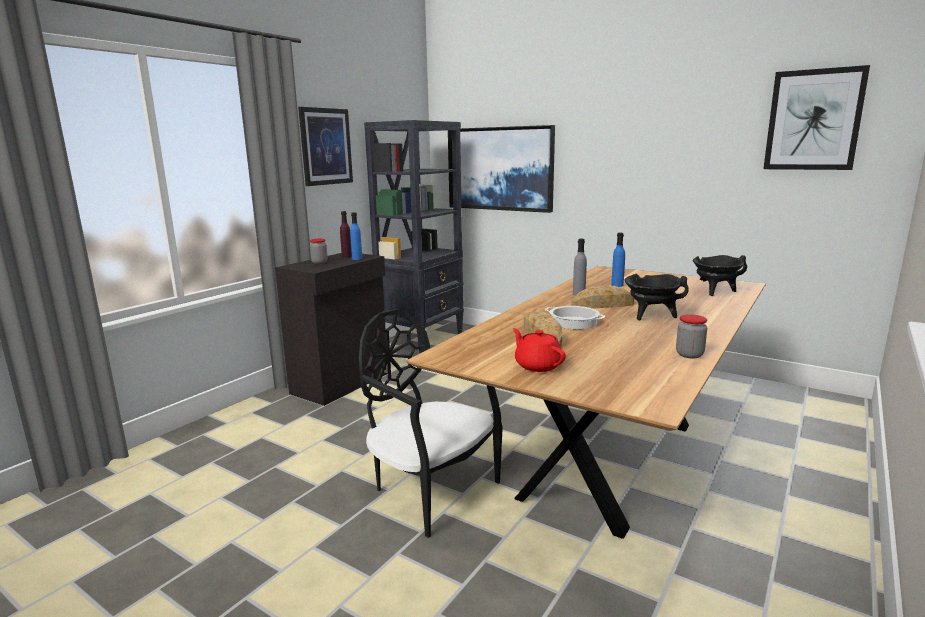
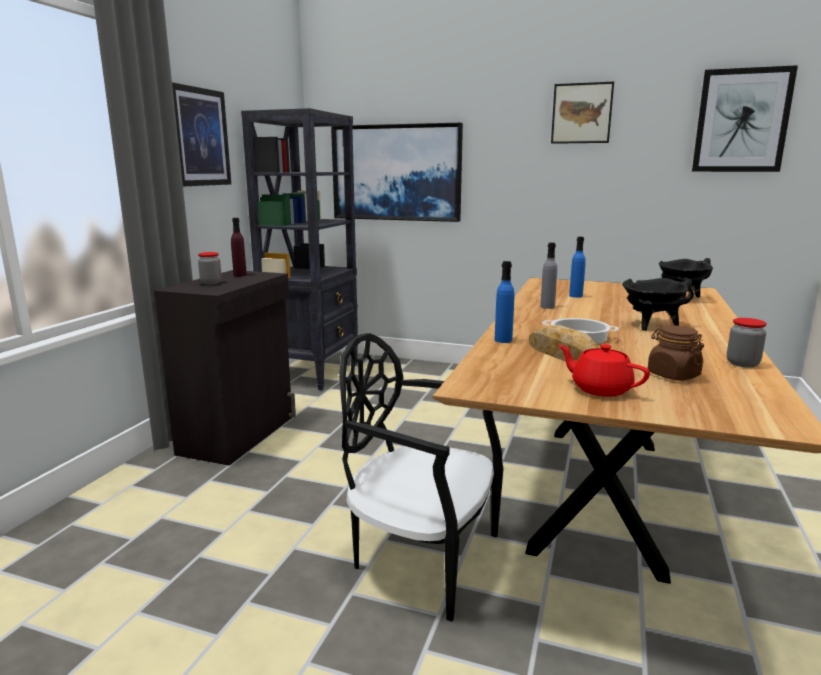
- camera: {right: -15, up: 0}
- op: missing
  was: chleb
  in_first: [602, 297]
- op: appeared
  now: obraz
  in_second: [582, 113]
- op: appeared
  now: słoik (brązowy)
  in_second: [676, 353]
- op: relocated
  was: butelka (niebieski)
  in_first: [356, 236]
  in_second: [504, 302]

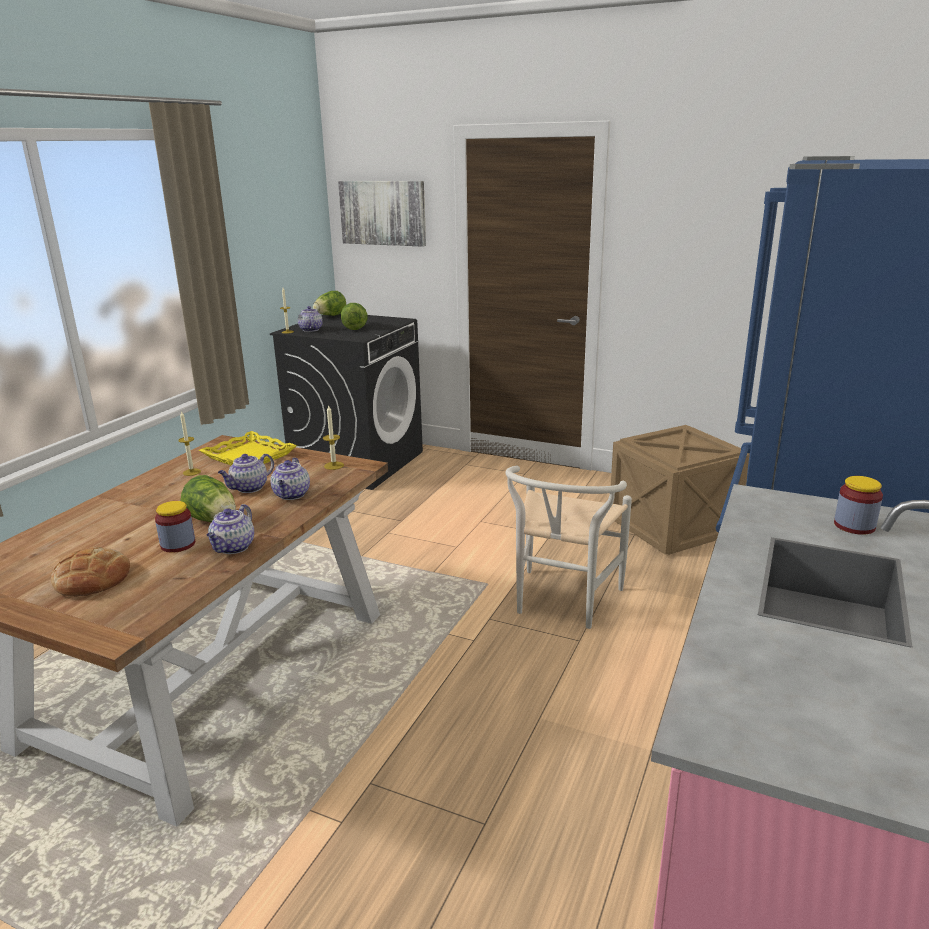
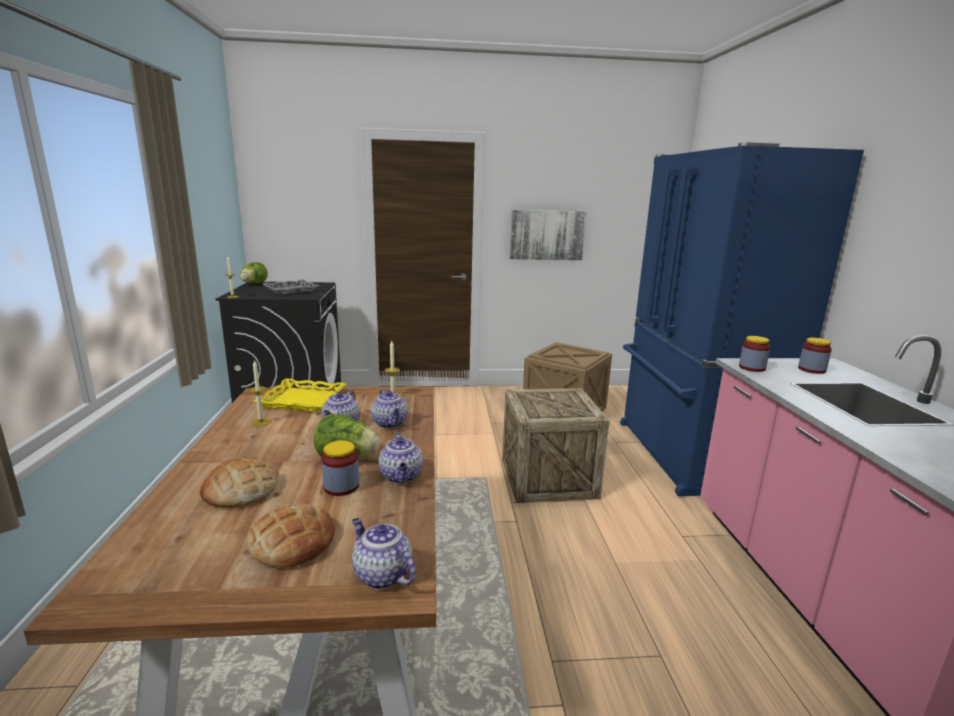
- camera: {right: -30, up: -5}
- op: appeared
  now: chleb
  in_second: [239, 482]
- op: appeared
  now: słoik
  in_second: [754, 354]
- op: relocated
  was: imbryk
  in_first: [310, 319]
  in_second: [384, 554]
- op: relocated
  was: obraz
  in_first: [382, 214]
  in_second: [548, 235]
- op: exchanged
  was: sałata
  now: taca (szary)
  in_first: [354, 316]
  in_second: [291, 287]
- op: exchanged
  was: krzesło (biały)
  now: skrzynka
  in_first: [568, 547]
  in_second: [555, 445]

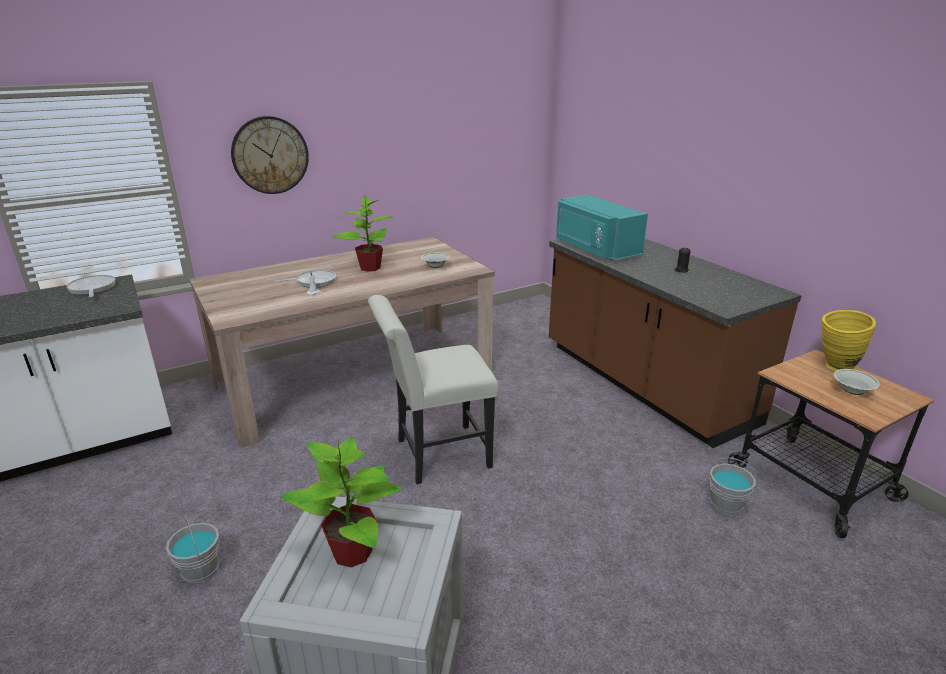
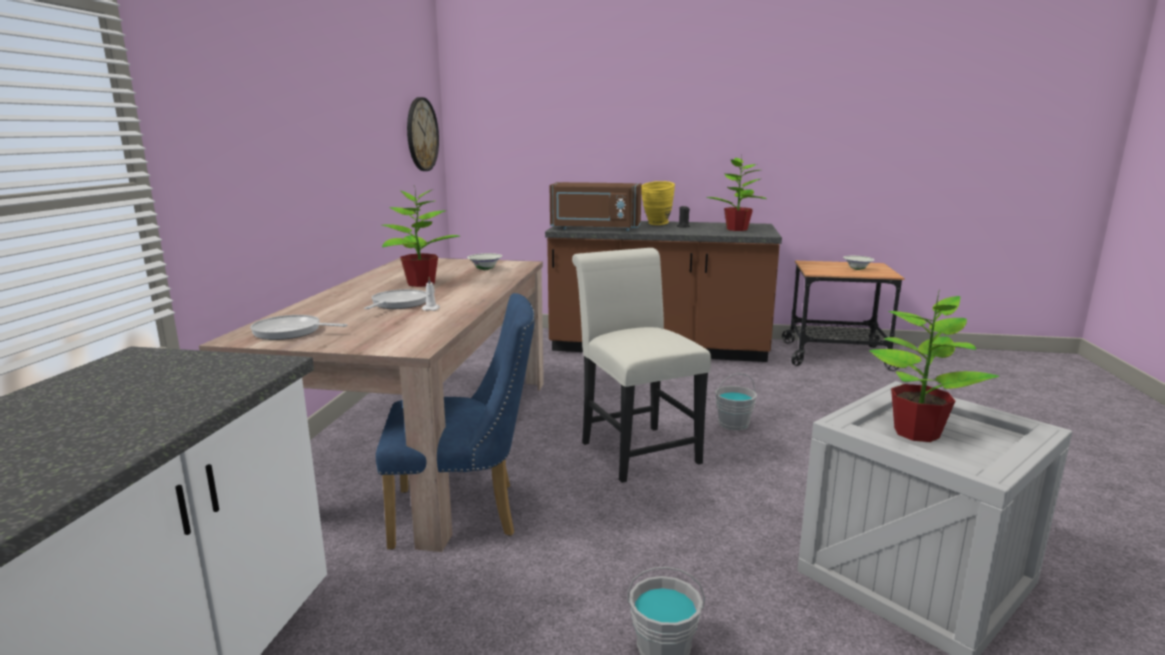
- camera: {right: -50, up: -10}
- op: appeared
  now: krzesło (niebieski)
  in_second: [455, 421]
- op: appeared
  now: roślina doniczkowa
  in_second: [736, 194]
- op: relocated
  was: patelnia
  in_first: [90, 286]
  in_second: [298, 327]
- op: relocated
  was: zegar ścienny
  in_first: [270, 155]
  in_second: [423, 134]
- op: relocated
  was: wiadro (szary)
  in_first: [733, 486]
  in_second: [736, 402]
- op: relocated
  was: wazon (żółty)
  in_first: [849, 340]
  in_second: [658, 203]
- op: colour
  was: mikrofalówka (turkusowy)
  now: mikrofalówka (brązowy)
  in_first: [602, 228]
  in_second: [596, 206]
- op: spun
  was: krzesło (biały)
  in_first: [433, 389]
  in_second: [641, 365]
  clockwise: 135

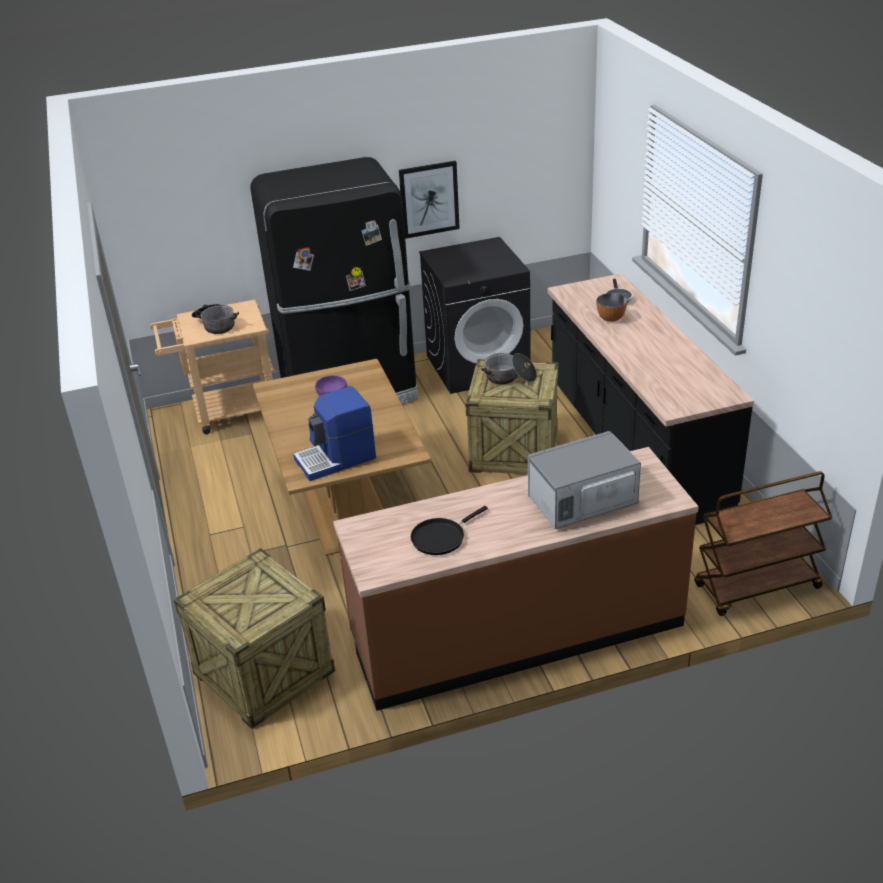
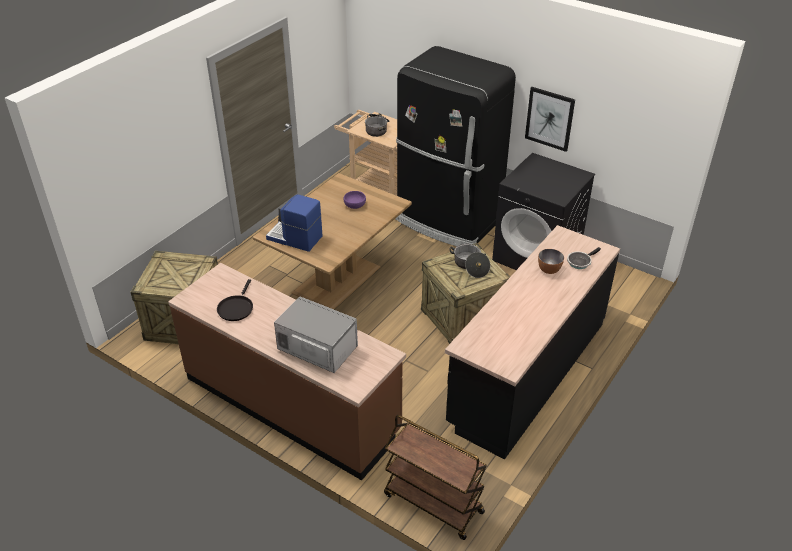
- camera: {right: 50, up: 5}
- op: spun
  was: patelnia (czarny)
  in_first: [449, 530]
  in_second: [235, 300]
  clockwise: -90

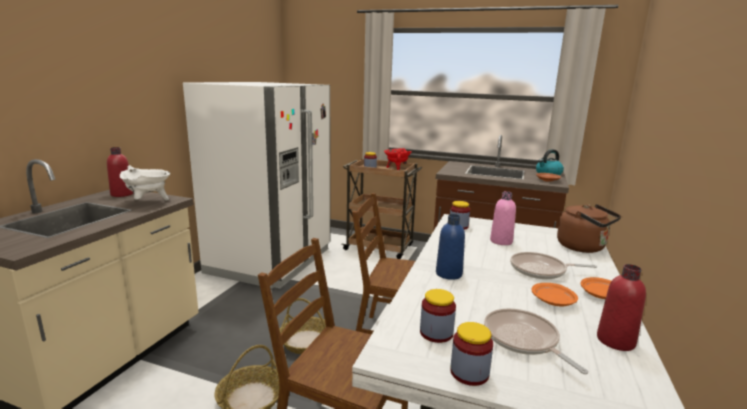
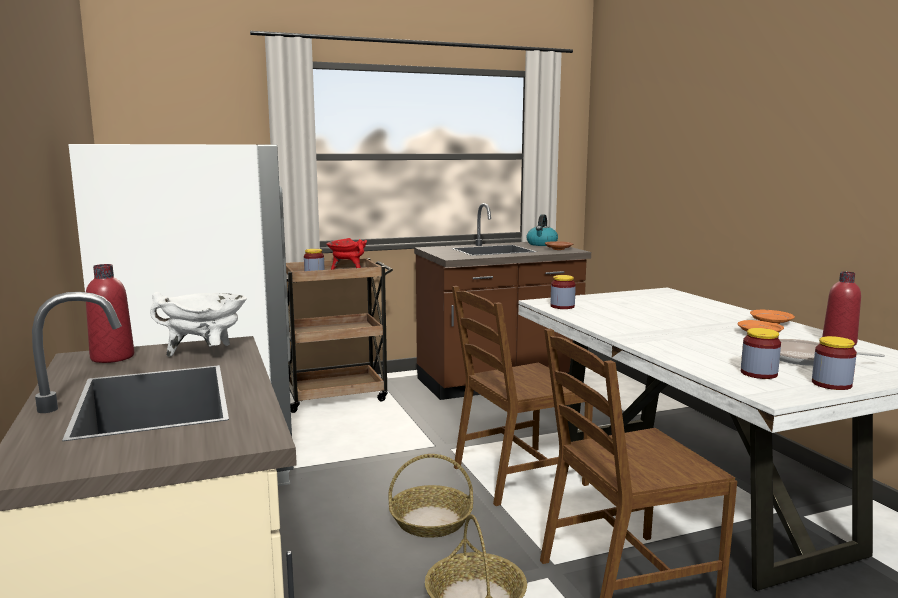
- camera: {right: -40, up: -5}
- op: missing
  was: butelka (niebieski)
  in_first: [450, 247]
- op: missing
  was: butelka (różowy)
  in_first: [503, 218]
- op: missing
  was: patelnia
  in_first: [553, 265]
- op: missing
  was: czajnik (brązowy)
  in_first: [589, 228]

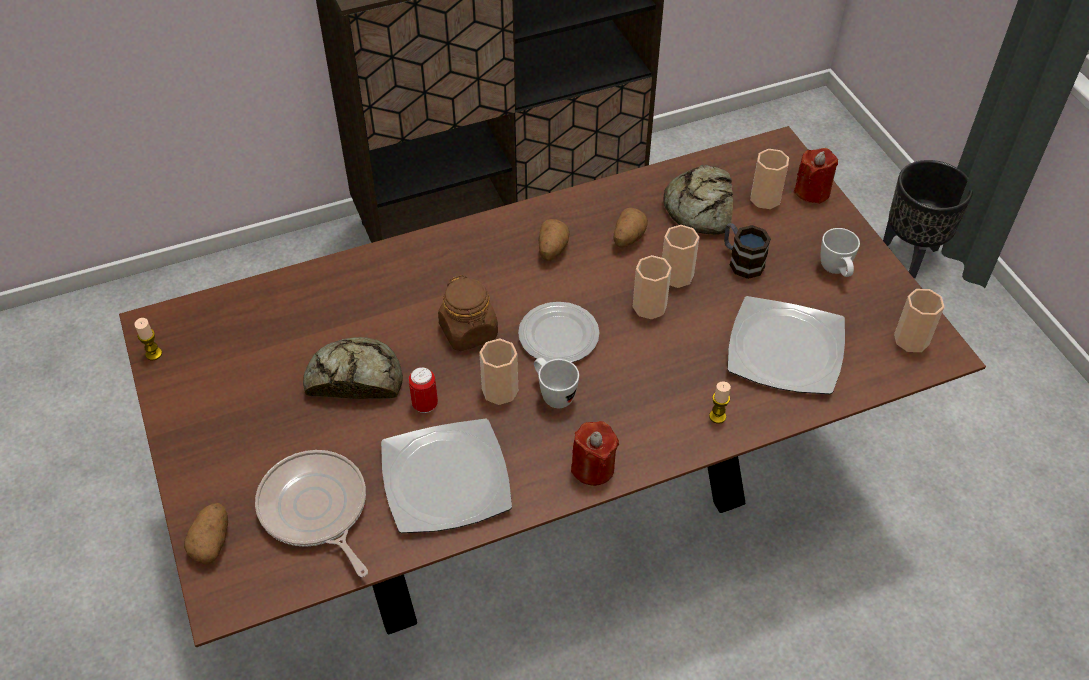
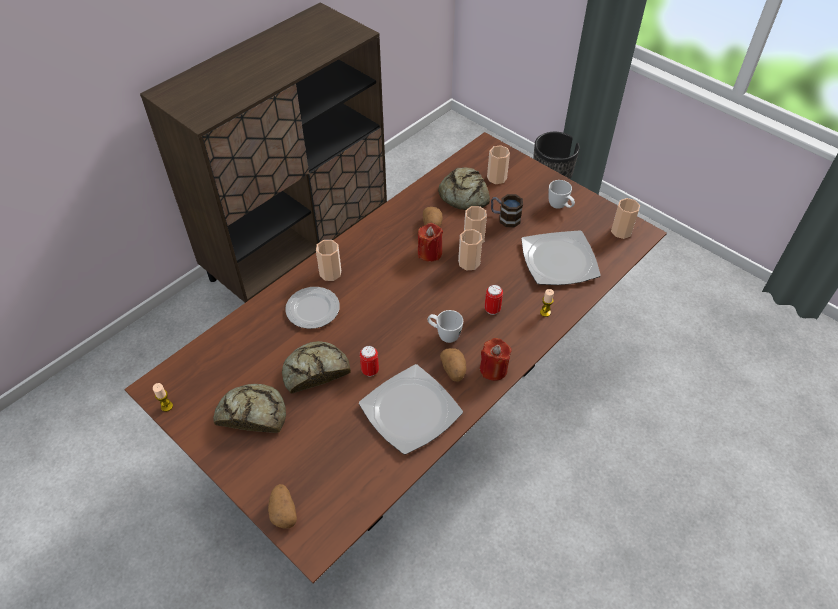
- camera: {right: -25, up: 0}
- op: missing
  was: patelnia
  in_first: [311, 513]
- op: missing
  was: słoik (brązowy)
  in_first: [468, 313]
- op: appeared
  now: chleb
  in_second: [249, 408]
- op: appeared
  now: puszka
  in_second: [493, 300]
- op: relocated
  was: filiżanka
  in_first: [498, 372]
  in_second: [328, 260]
- op: relocated
  was: talerz
  in_first: [559, 332]
  in_second: [312, 308]
- op: relocated
  was: ziemniak
  in_first: [554, 240]
  in_second: [453, 365]
- op: relocated
  was: świeca (czerwony)
  in_first: [816, 176]
  in_second: [430, 242]

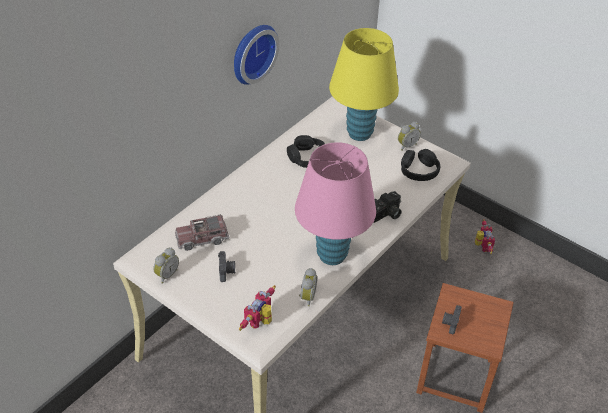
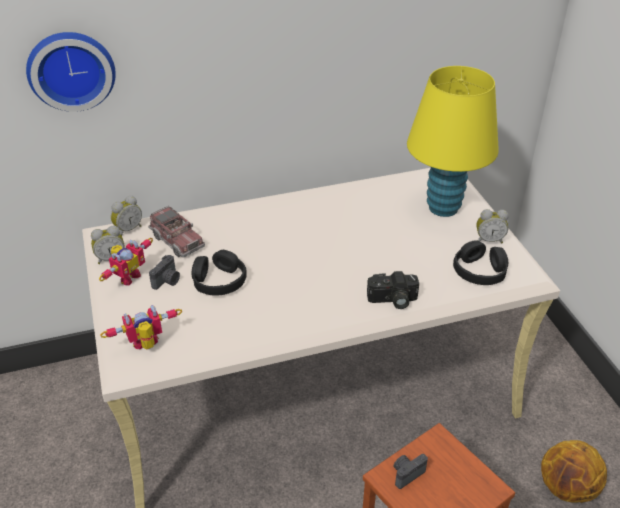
- camera: {right: 35, up: -5}
- op: missing
  was: lampa stołowa (różowy)
  in_first: [335, 203]
- op: appeared
  now: piłka do koszykówki
  in_second: [574, 471]
- op: relocated
  was: zegar ścienny
  in_first: [256, 55]
  in_second: [71, 72]
- op: relocated
  was: słuchawki (czarny)
  in_first: [306, 151]
  in_second: [219, 273]
- op: relocated
  was: budzik
  in_first: [308, 287]
  in_second: [126, 216]
- op: relocated
  was: robot zabawkowy
  in_first: [485, 236]
  in_second: [126, 261]
- op: spun
  was: ciężarówka zabawkowa
  in_first: [202, 232]
  in_second: [176, 231]
  clockwise: -150

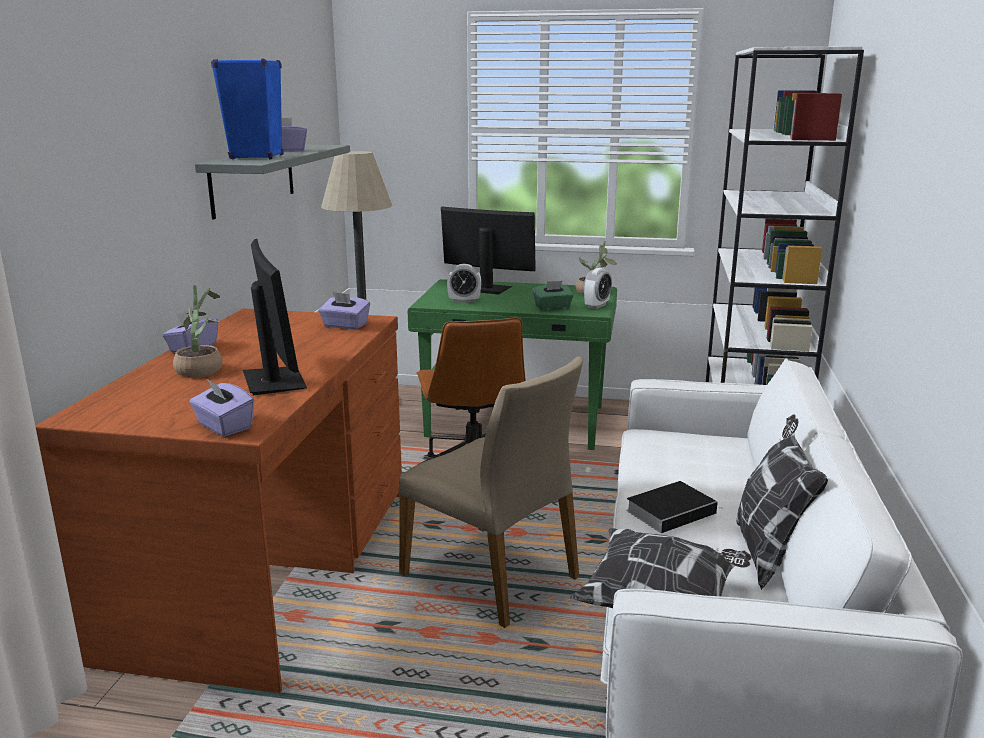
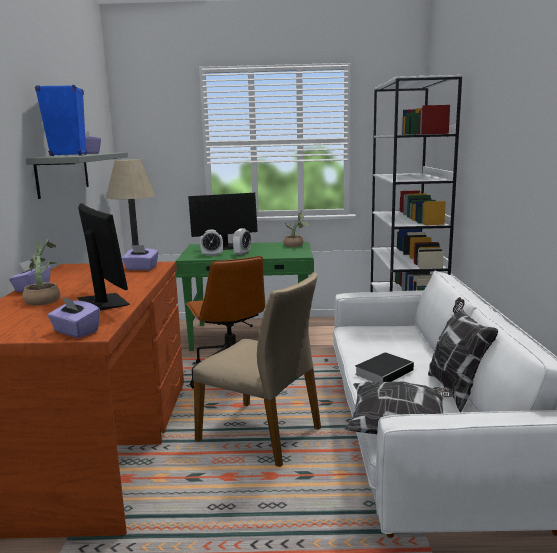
- camera: {right: -10, up: -5}
- op: missing
  was: pudełko chusteczek (zielony)
  in_first: [553, 296]
- op: relocated
  was: budzik
  in_first: [598, 288]
  in_second: [241, 241]
- op: spun
  was: monitor
  in_first: [488, 250]
  in_second: [223, 221]
  clockwise: 150

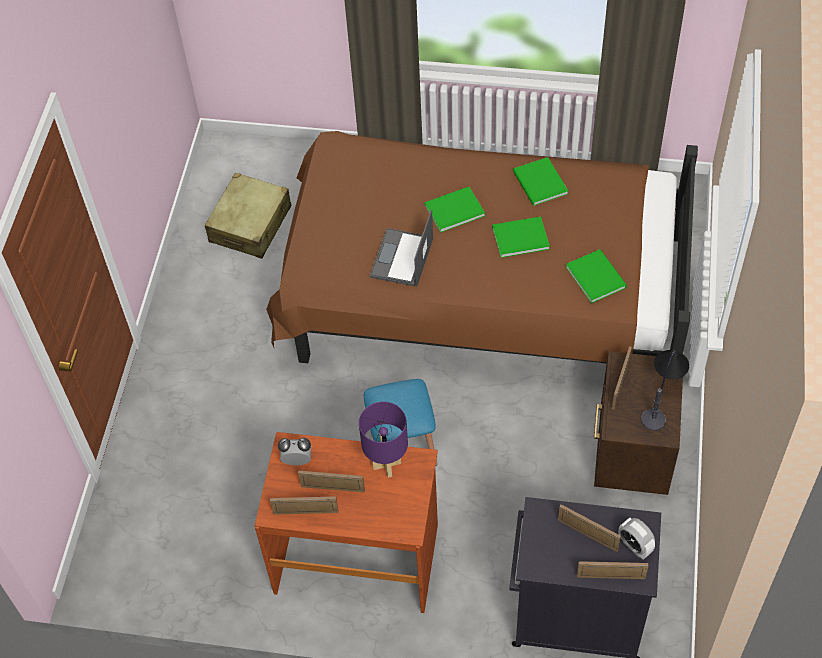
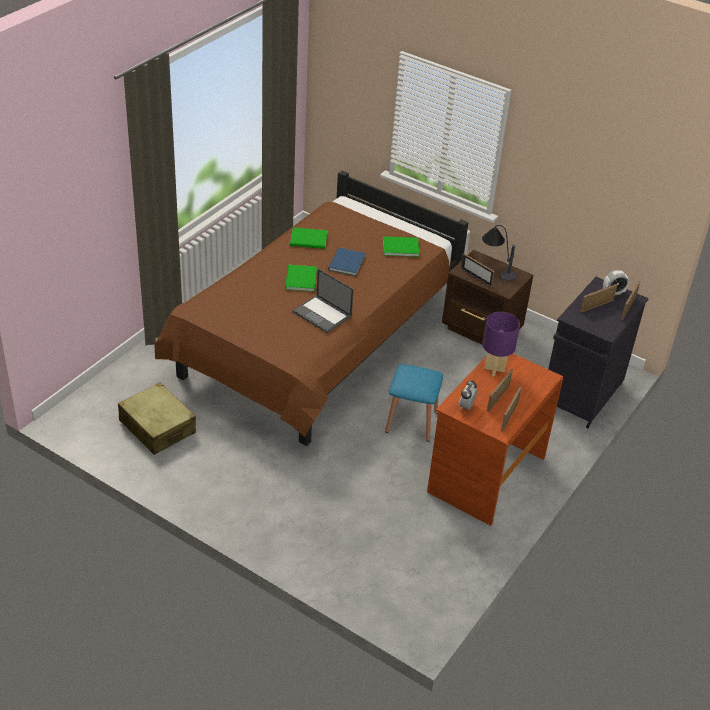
- camera: {right: -70, up: -15}
- op: colour
  was: książka (zielony)
  now: książka (niebieski)
  in_first: [521, 237]
  in_second: [346, 262]

